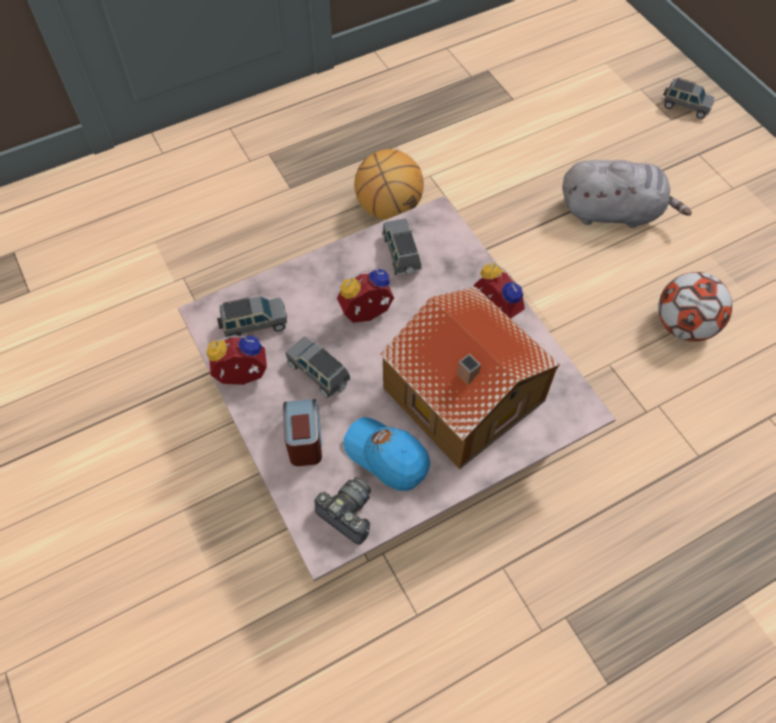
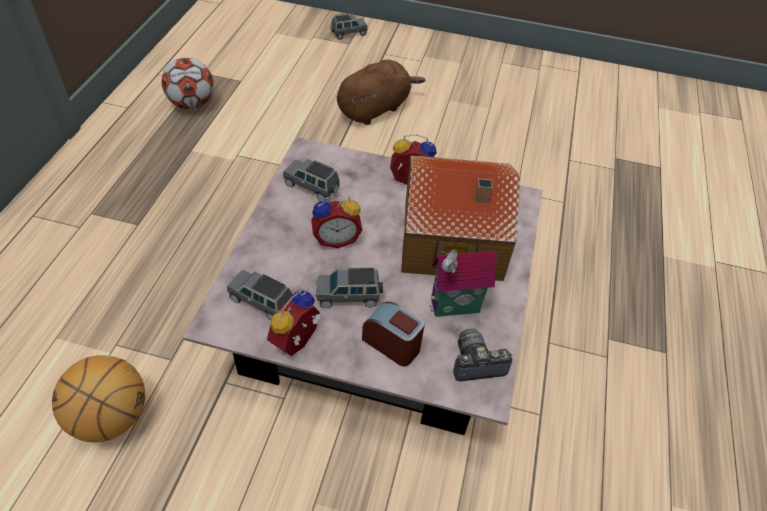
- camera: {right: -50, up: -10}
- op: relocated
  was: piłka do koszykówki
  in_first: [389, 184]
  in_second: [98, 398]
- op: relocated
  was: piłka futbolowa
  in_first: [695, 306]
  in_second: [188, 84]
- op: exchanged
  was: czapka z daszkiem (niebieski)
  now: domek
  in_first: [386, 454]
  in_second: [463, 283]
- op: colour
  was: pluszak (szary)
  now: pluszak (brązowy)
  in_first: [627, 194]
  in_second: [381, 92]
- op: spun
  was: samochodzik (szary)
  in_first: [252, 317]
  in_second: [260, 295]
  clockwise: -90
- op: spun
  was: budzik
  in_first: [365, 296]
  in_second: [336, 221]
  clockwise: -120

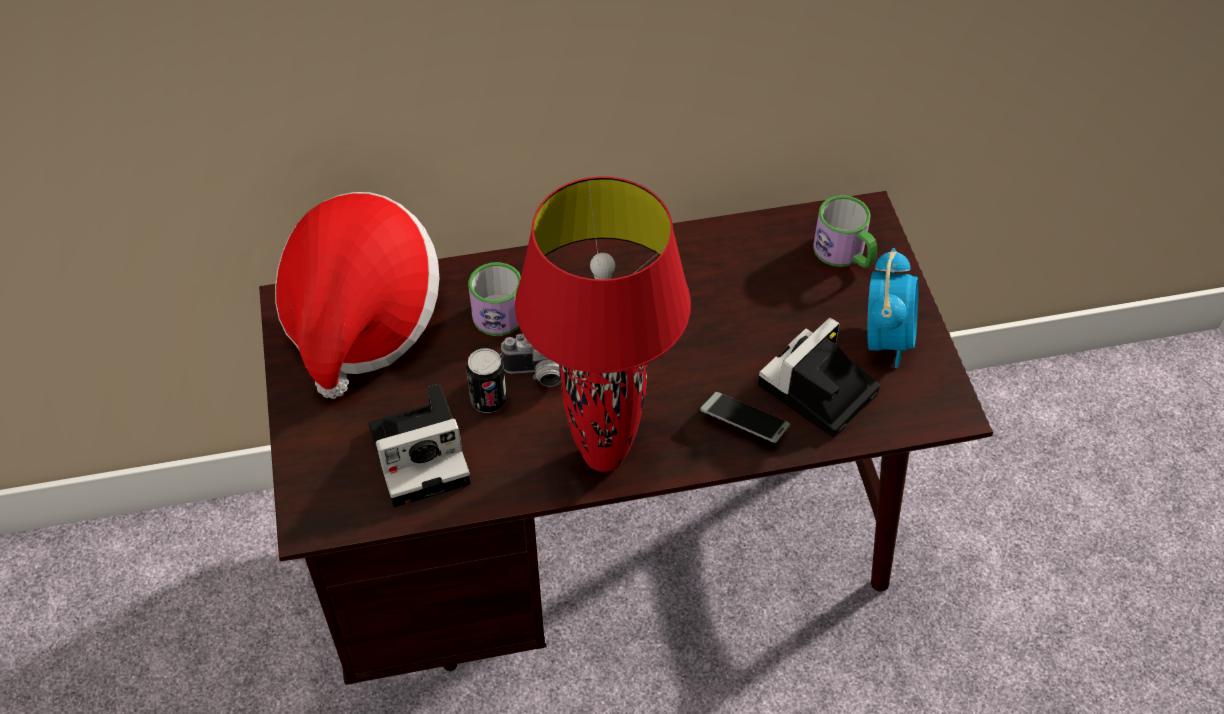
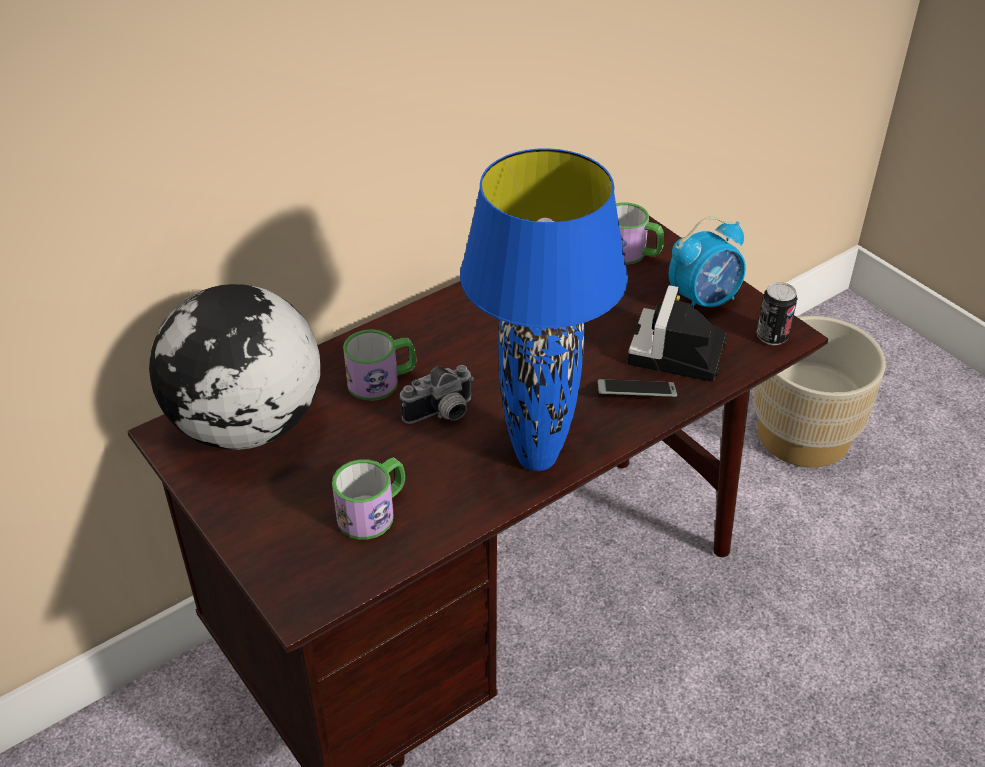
- camera: {right: -25, up: -10}
- op: appeared
  now: donica (beżowy)
  in_second: [820, 391]
- op: relocated
  was: puszka
  in_first: [486, 380]
  in_second: [777, 313]
- op: exchanged
  was: kapelusz
  now: globus
  in_first: [357, 295]
  in_second: [234, 367]
- op: exchanged
  was: aparat fotograficzny
  now: kubek
  in_first: [419, 445]
  in_second: [368, 499]
- op: colour
  was: lampa stołowa (czerwony)
  now: lampa stołowa (niebieski)
  in_first: [603, 324]
  in_second: [544, 309]
- op: spun
  was: budzik
  in_first: [892, 308]
  in_second: [707, 262]
  clockwise: 75

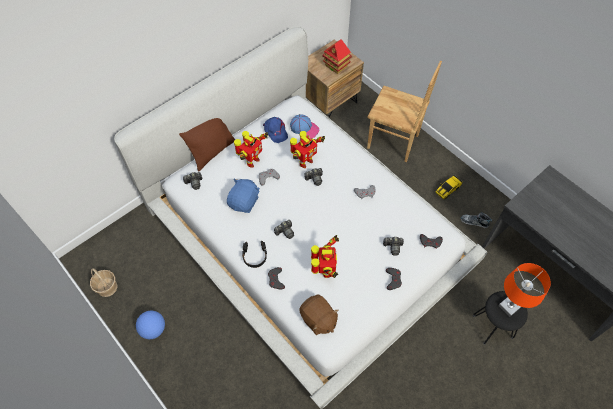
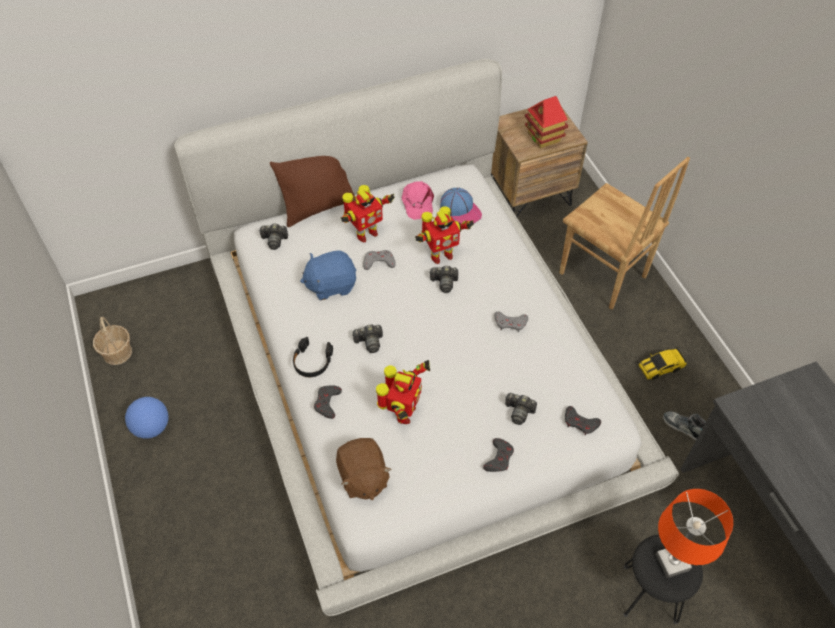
- camera: {right: 20, up: -5}
- op: colour
  was: czapka z daszkiem (niebieski)
  now: czapka z daszkiem (różowy)
  in_first: [275, 130]
  in_second: [418, 200]
- op: spun
  was: pluszak (niebieski)
  in_first: [243, 196]
  in_second: [328, 275]
  clockwise: -150

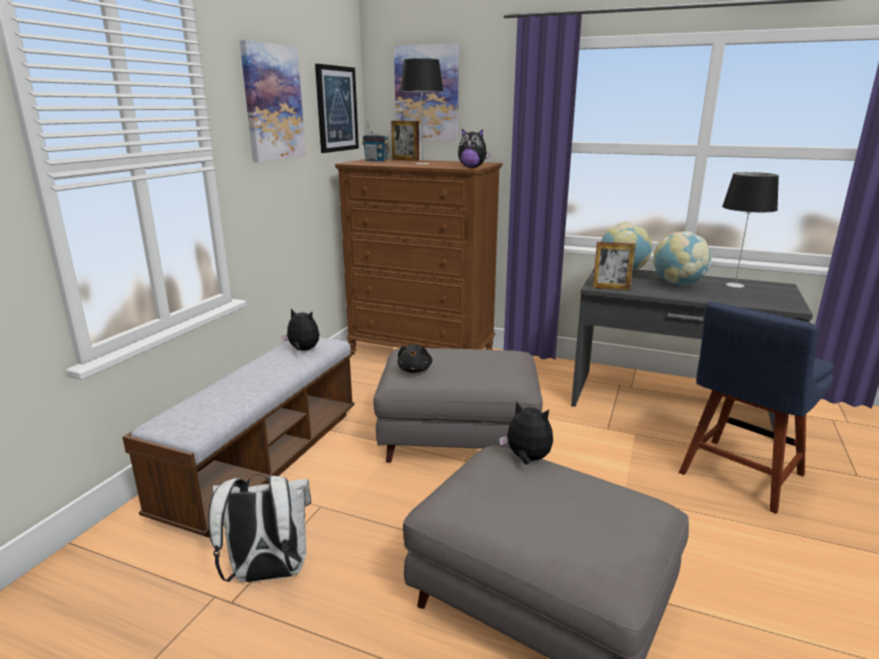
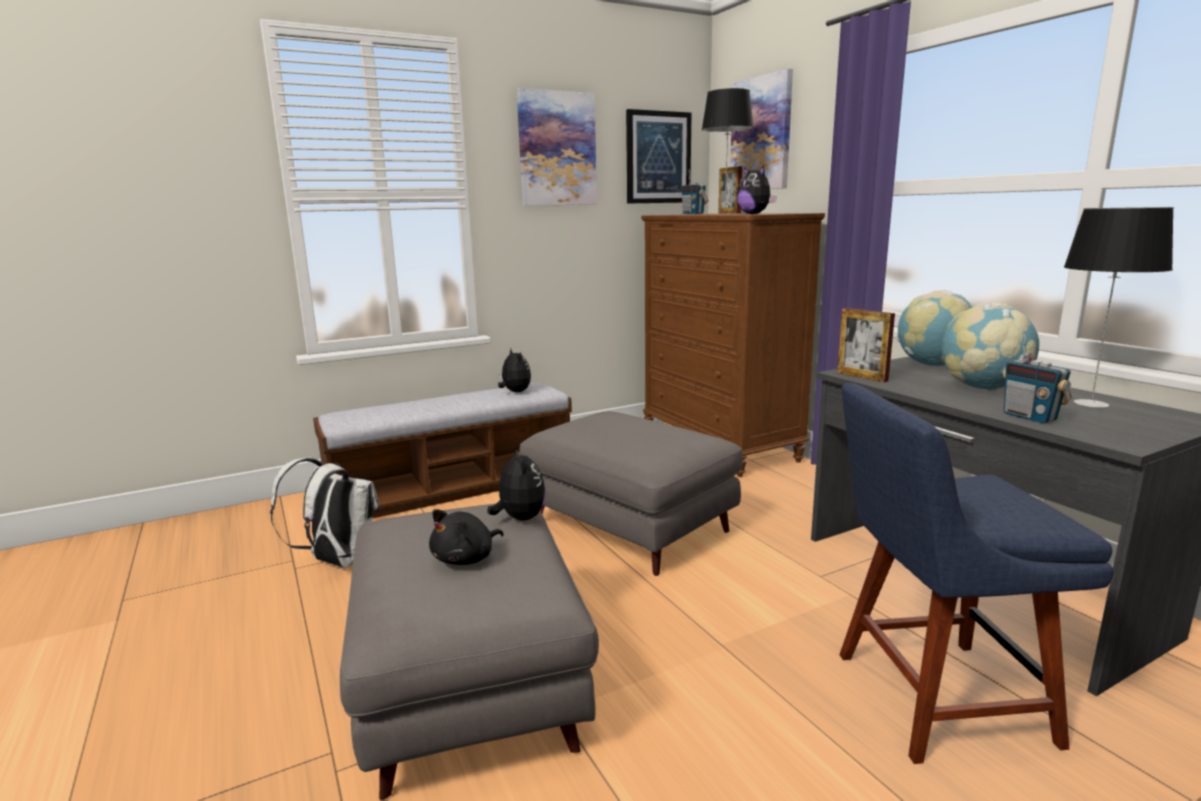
- camera: {right: 40, up: -5}
- op: appeared
  now: radio
  in_second: [1037, 377]
- op: relocated
  was: pluszak (czarny)
  in_first: [414, 358]
  in_second: [466, 537]

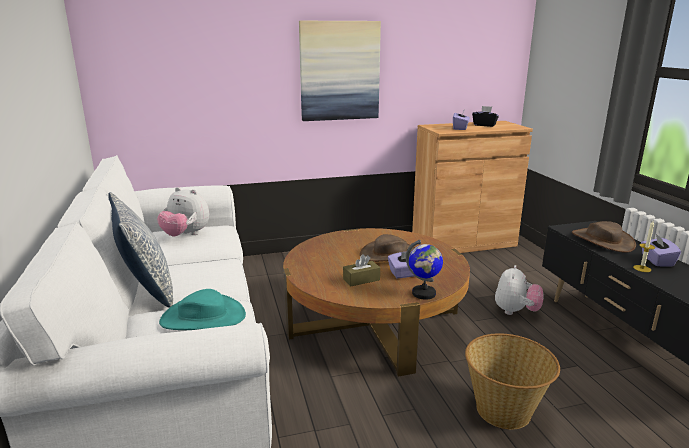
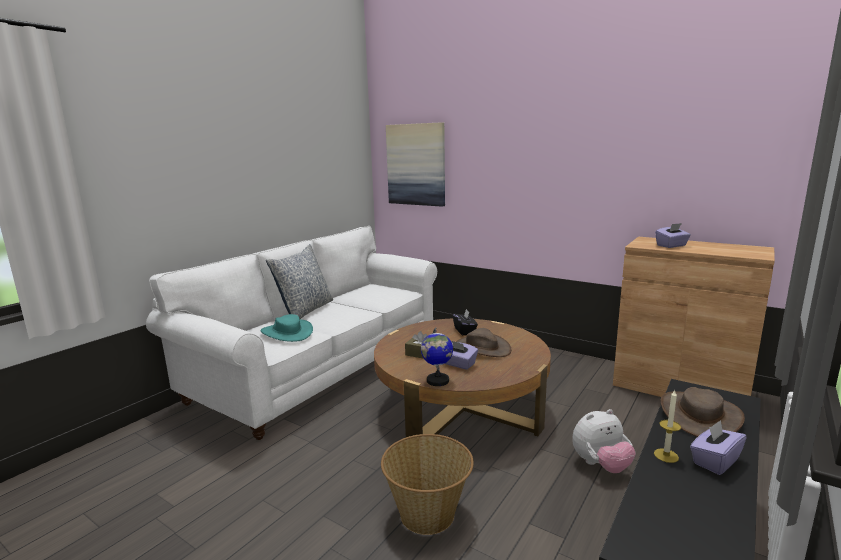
- camera: {right: 50, up: -5}
- op: missing
  was: pluszak
  in_first: [183, 211]
- op: relocated
  was: obraz
  in_first: [340, 71]
  in_second: [415, 164]
- op: relocated
  was: pudełko chusteczek (czarny)
  in_first: [485, 116]
  in_second: [465, 322]

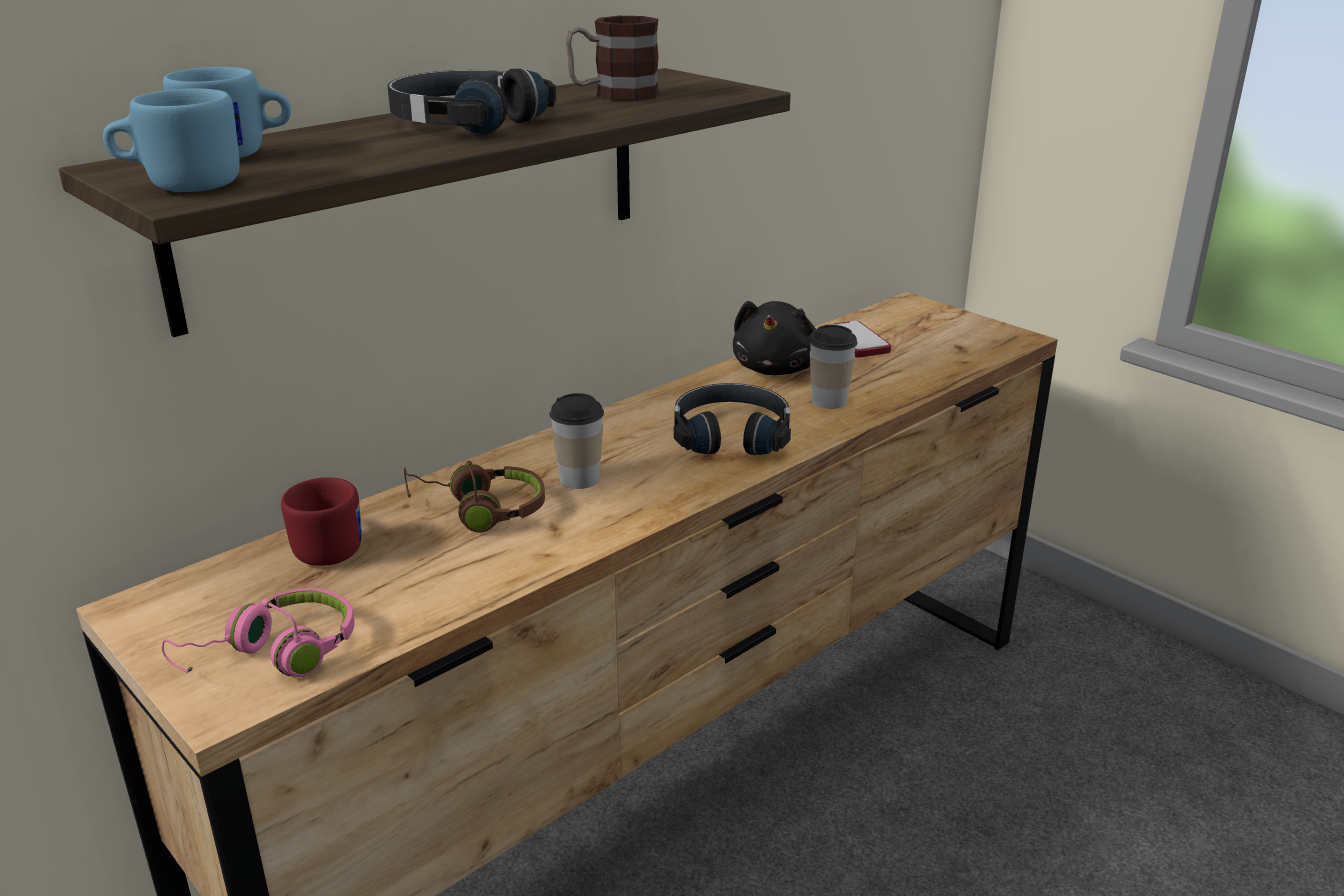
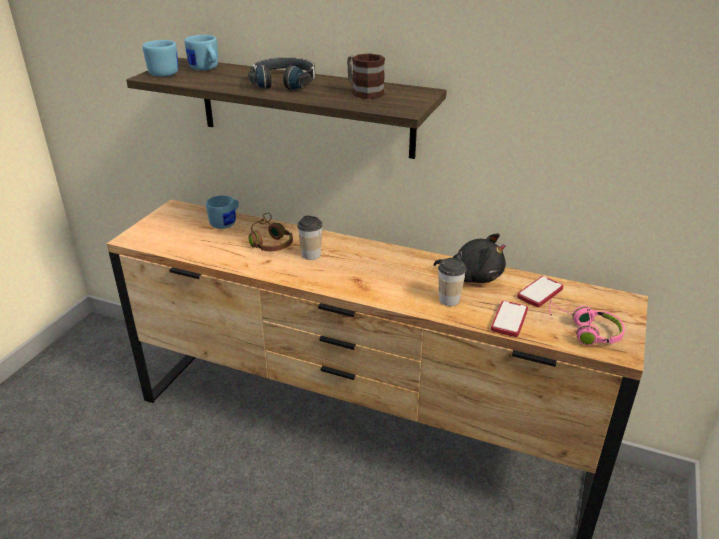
- camera: {right: 65, up: 5}
- op: missing
  was: słuchawki (czarny)
  in_first: [732, 419]
- op: appeared
  now: telefon
  in_second: [509, 319]
- op: relocated
  was: słuchawki (różowy)
  in_first: [258, 632]
  in_second: [587, 322]
- op: colour
  was: kubek (czerwony)
  now: kubek (niebieski)
  in_first: [321, 521]
  in_second: [222, 212]
- op: spun
  was: pluszak (czarny)
  in_first: [774, 338]
  in_second: [470, 258]
  clockwise: -150

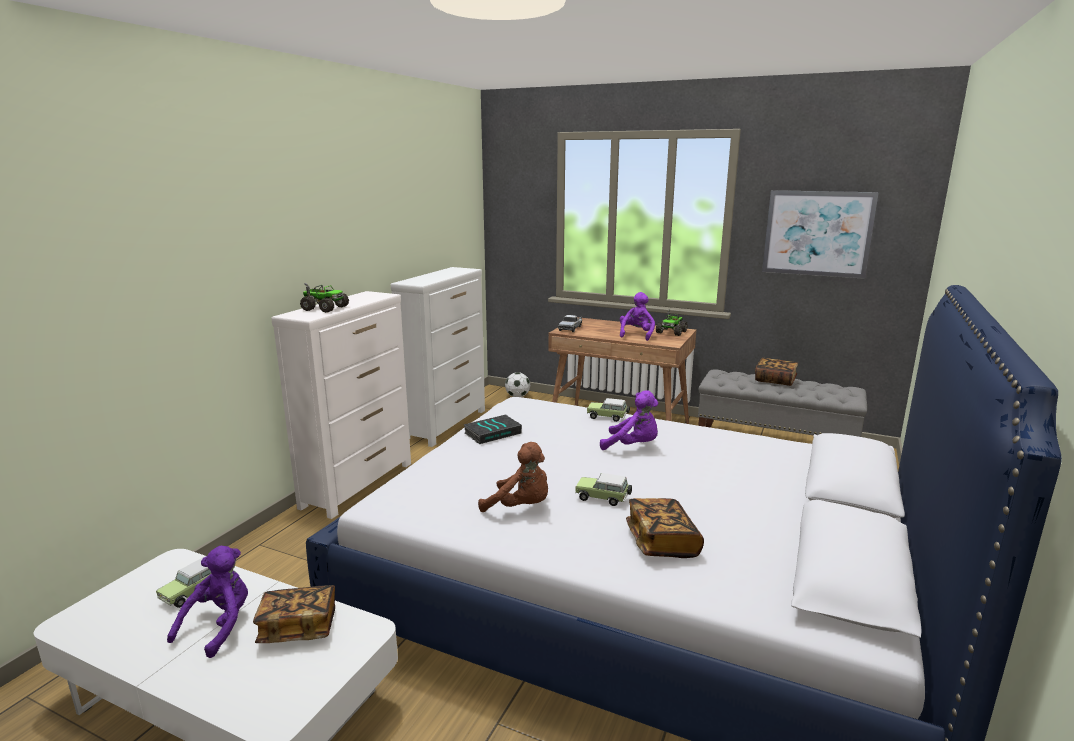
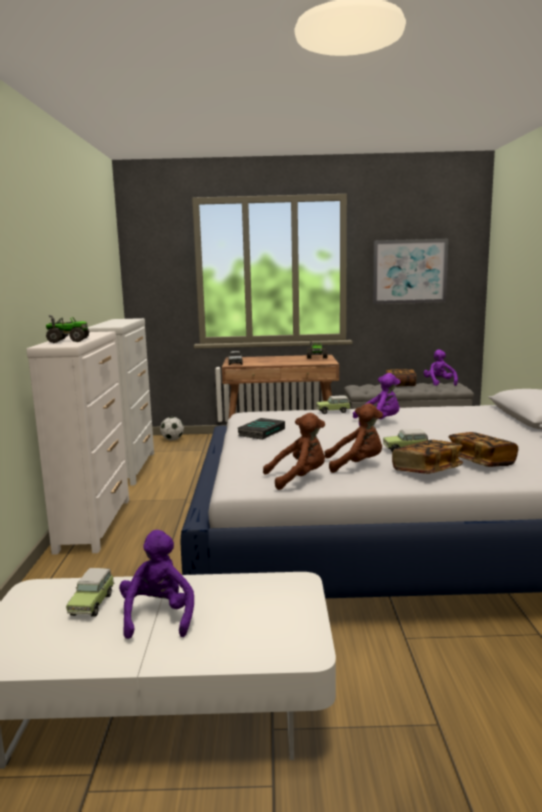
- camera: {right: -25, up: -5}
- op: appeared
  now: pluszak (brązowy)
  in_second: [294, 451]
- op: relocated
  was: książka
  in_first: [294, 614]
  in_second: [427, 457]
- op: relocated
  was: pluszak (fioletowy)
  in_first: [637, 316]
  in_second: [441, 368]

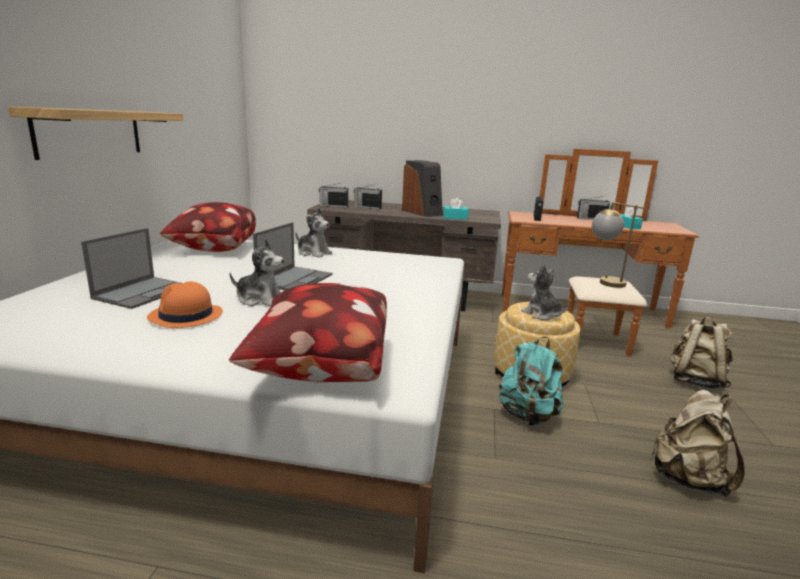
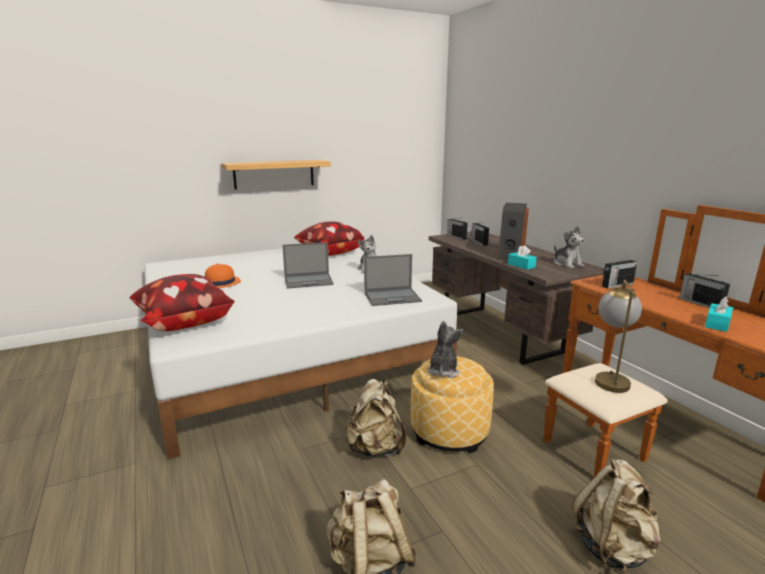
- camera: {right: 55, up: 0}
- op: relocated
  was: laptop
  in_first: [131, 268]
  in_second: [393, 280]
- op: relocated
  was: pluszak
  in_first: [256, 272]
  in_second: [569, 247]
- op: colour
  was: plecak (turkusowy)
  now: plecak (beżowy)
  in_first: [531, 381]
  in_second: [375, 418]

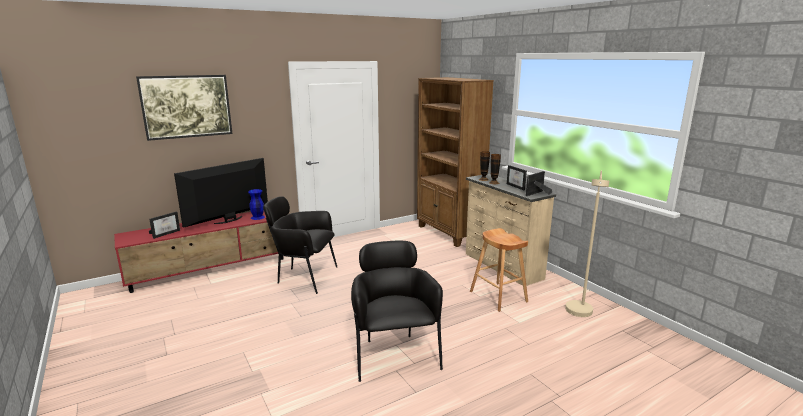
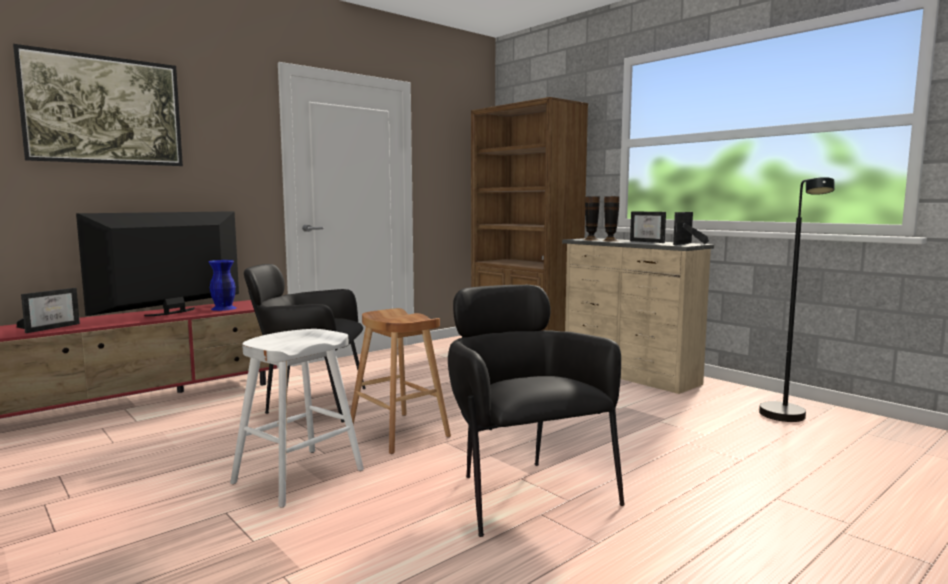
- camera: {right: -10, up: -10}
- op: appeared
  now: stołek (biały)
  in_second: [297, 418]
- op: relocated
  was: stołek (brązowy)
  in_first: [499, 270]
  in_second: [401, 381]
- op: colour
  was: lampa stojąca (beżowy)
  now: lampa stojąca (czarny)
  in_first: [587, 243]
  in_second: [797, 299]

